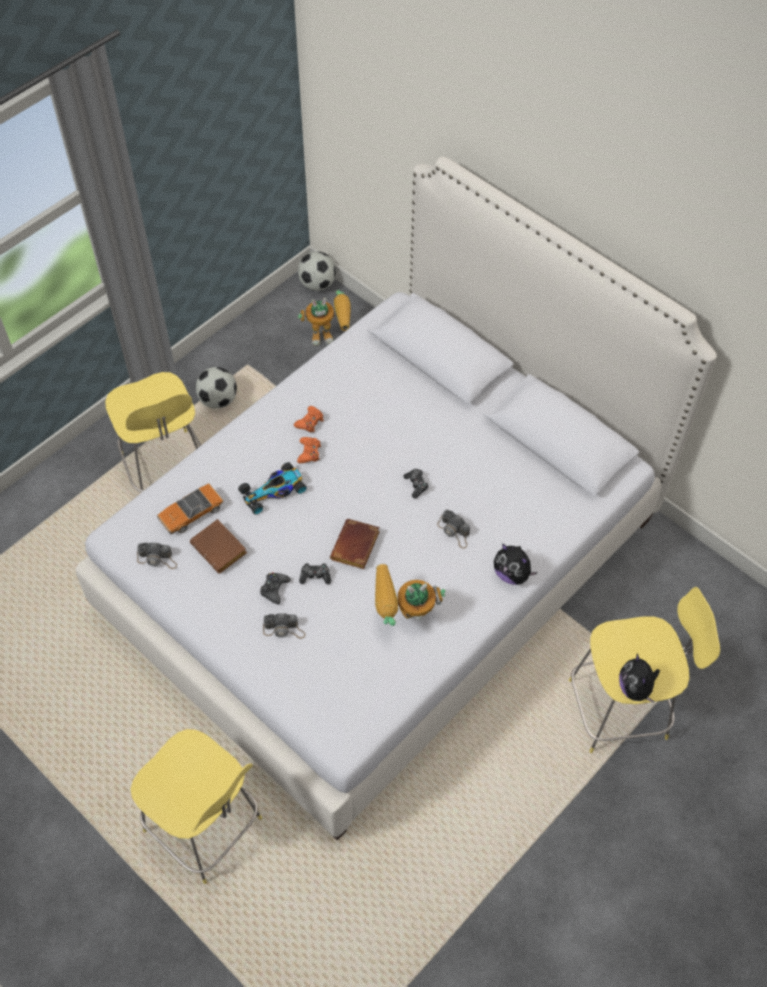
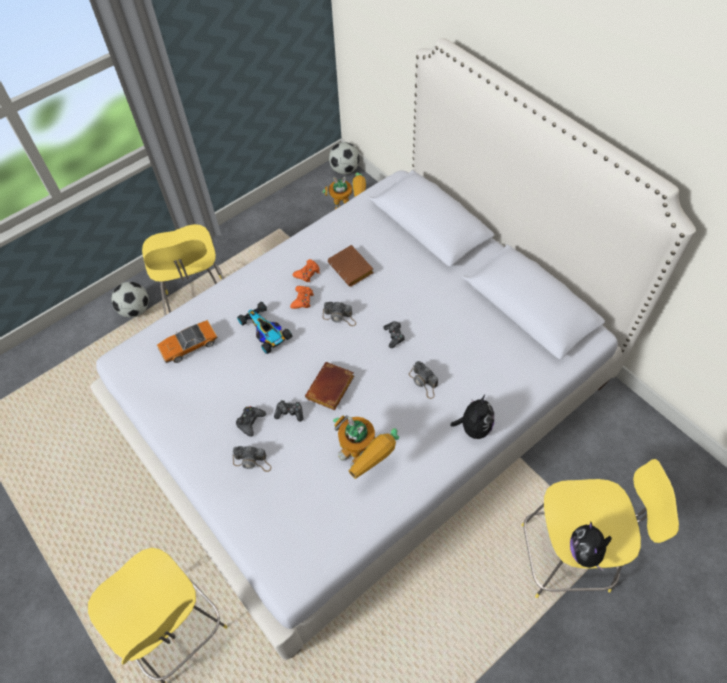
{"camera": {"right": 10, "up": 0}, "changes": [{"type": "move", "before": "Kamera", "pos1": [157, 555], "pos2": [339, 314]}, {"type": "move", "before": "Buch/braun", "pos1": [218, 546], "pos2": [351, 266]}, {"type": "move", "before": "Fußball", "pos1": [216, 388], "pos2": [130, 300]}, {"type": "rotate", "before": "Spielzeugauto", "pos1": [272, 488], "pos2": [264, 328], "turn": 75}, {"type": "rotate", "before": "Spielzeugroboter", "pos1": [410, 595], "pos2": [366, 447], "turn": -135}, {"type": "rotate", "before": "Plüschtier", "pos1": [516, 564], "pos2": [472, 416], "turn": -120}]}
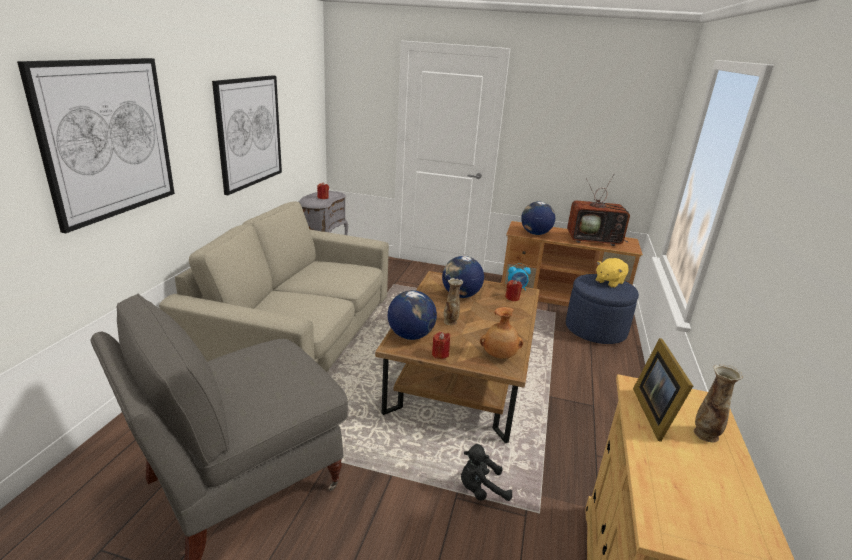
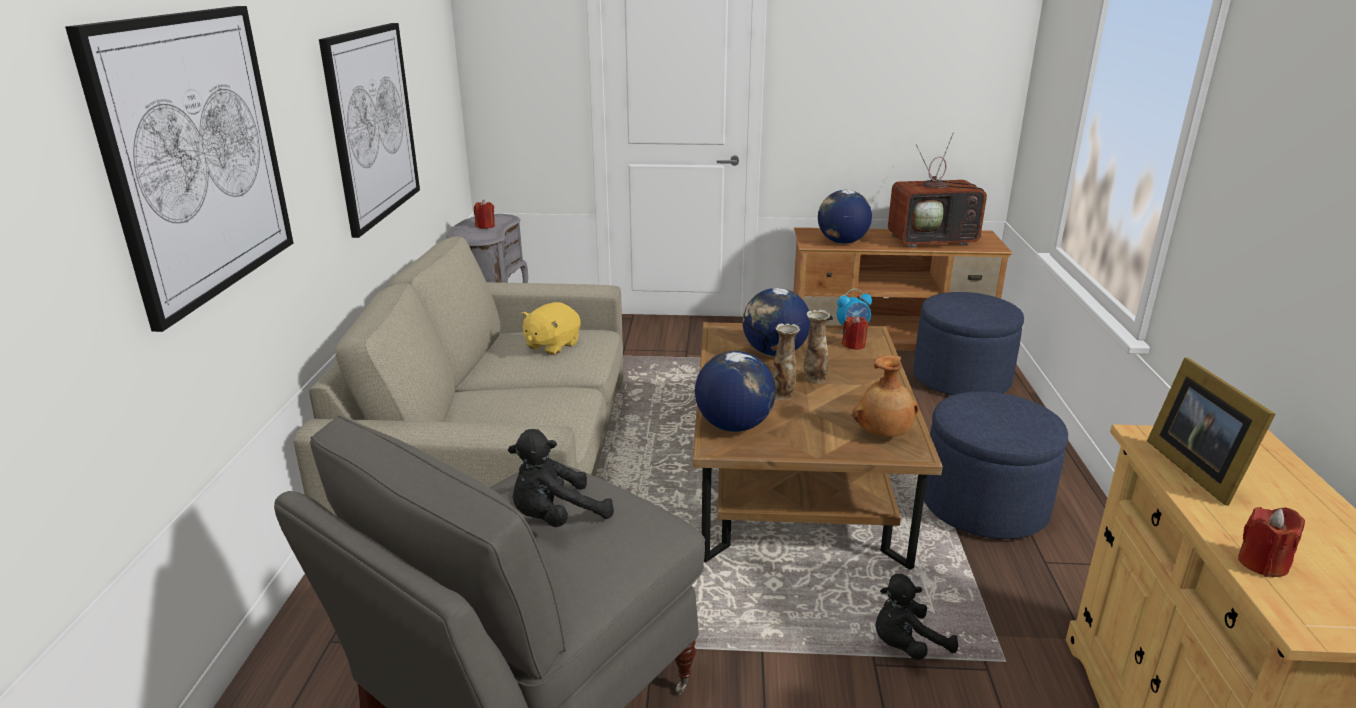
{"camera": {"right": -10, "up": 0}, "changes": [{"type": "insert", "after": "Plüschtier/schwarz", "pos2": [561, 478]}, {"type": "insert", "after": "Polsterhocker/blau", "pos2": [996, 465]}, {"type": "move", "before": "Kerze/rot", "pos1": [441, 345], "pos2": [1271, 542]}, {"type": "move", "before": "Plüschtier/gelb", "pos1": [611, 273], "pos2": [550, 328]}, {"type": "move", "before": "Vase", "pos1": [718, 403], "pos2": [817, 347]}]}
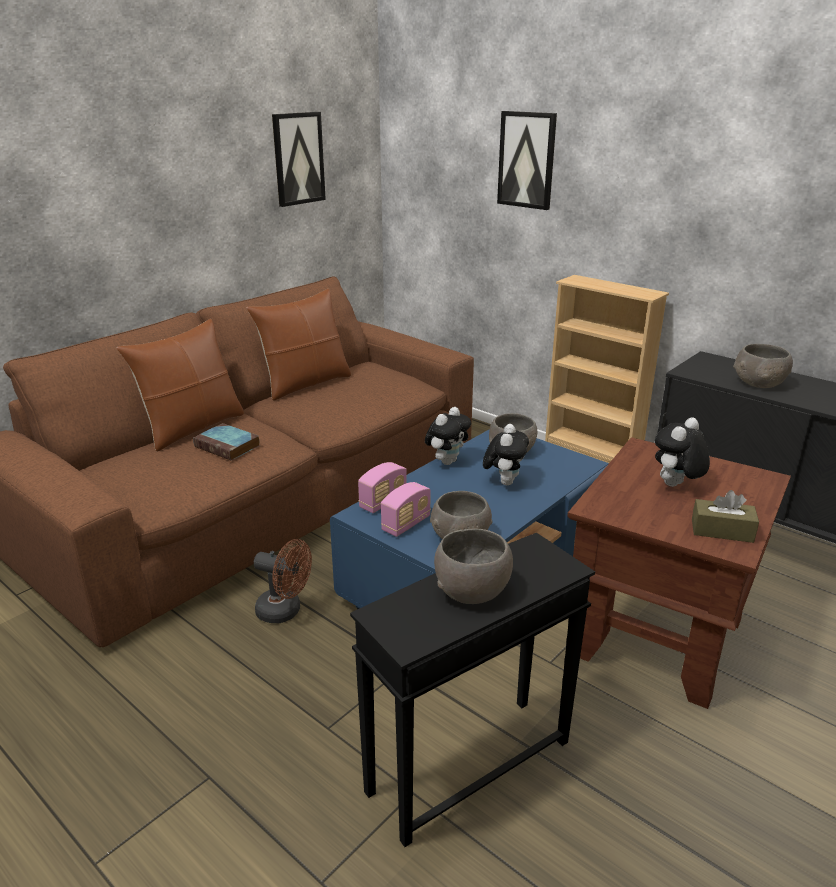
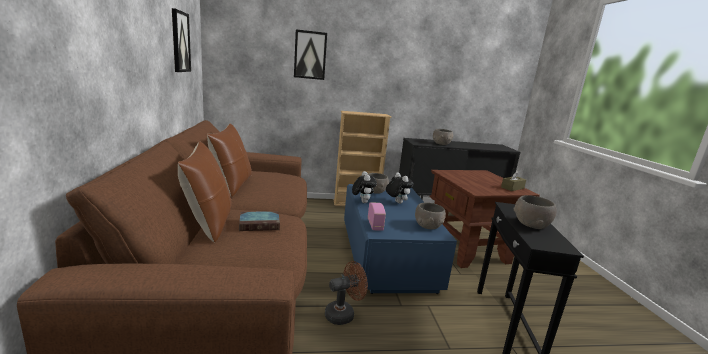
{"camera": {"right": -50, "up": -10}, "changes": [{"type": "delete", "before": "Radio", "pos1": [406, 509]}, {"type": "delete", "before": "Plüschtier", "pos1": [682, 452]}]}
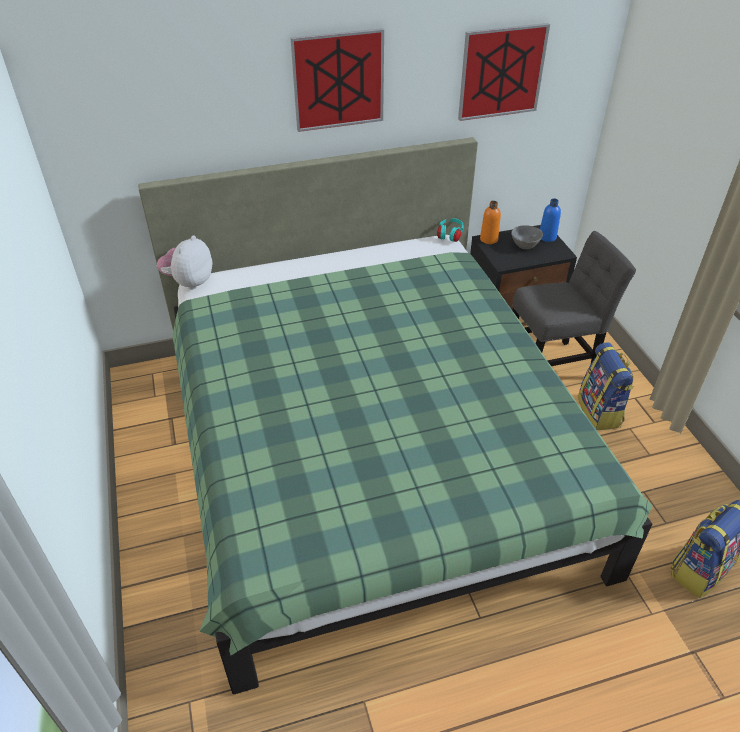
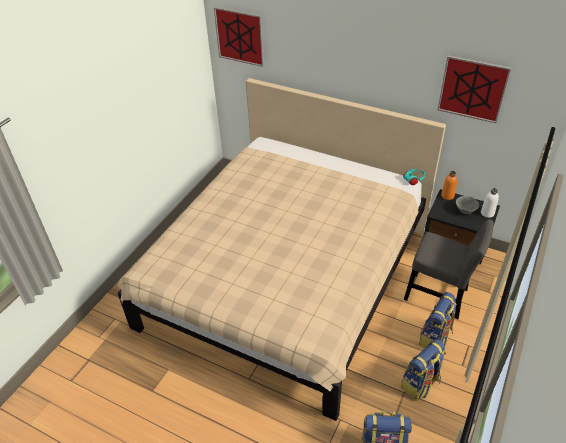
{"camera": {"right": 45, "up": 0}, "changes": [{"type": "delete", "before": "Plüschtier", "pos1": [184, 262]}, {"type": "insert", "after": "Rucksack", "pos2": [423, 370]}, {"type": "move", "before": "Bild", "pos1": [337, 80], "pos2": [239, 37]}, {"type": "recolor", "before": "Bett/grün", "after": "Bett/beige", "pos1": [395, 415], "pos2": [281, 249]}, {"type": "recolor", "before": "Flasche/blau", "after": "Flasche/weiß", "pos1": [550, 220], "pos2": [490, 203]}]}
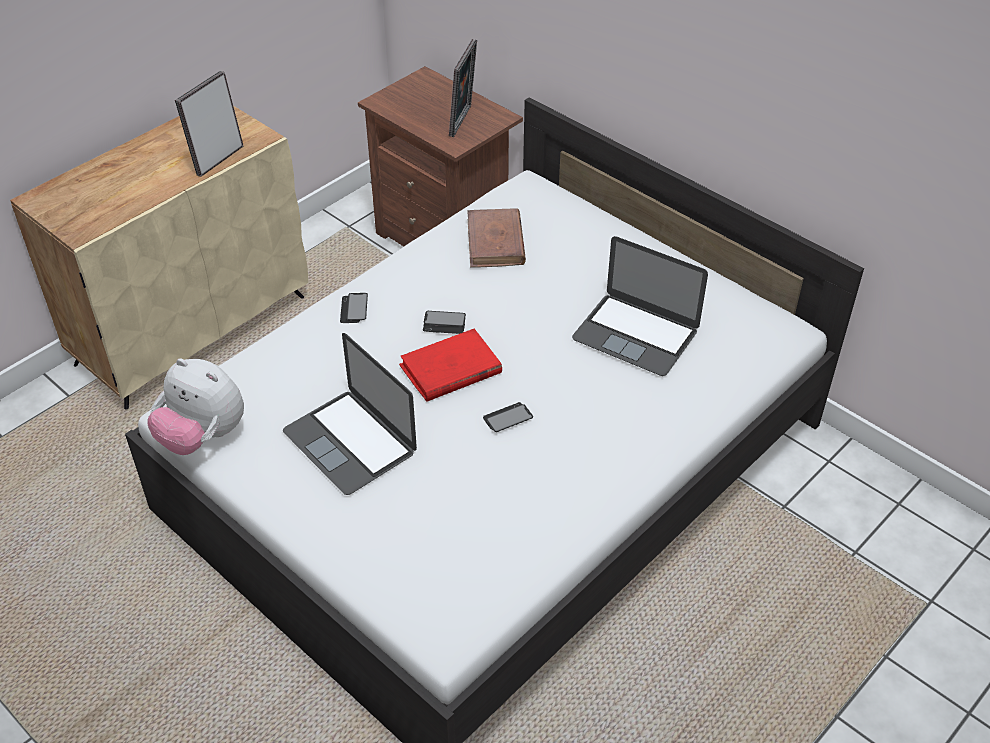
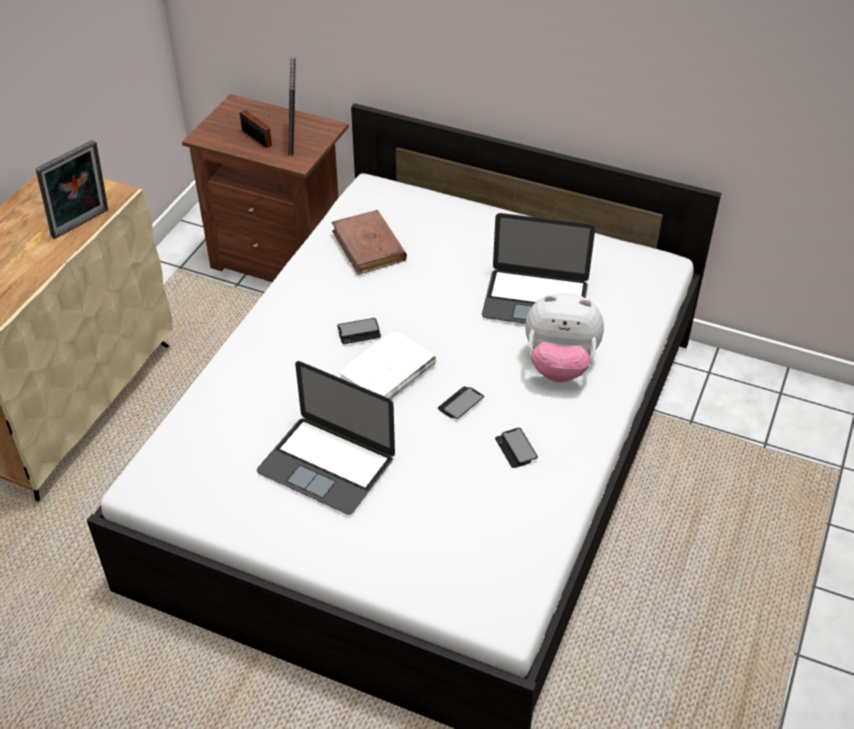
{"camera": {"right": -20, "up": 0}, "changes": [{"type": "insert", "after": "Radio", "pos2": [256, 129]}, {"type": "move", "before": "Plüschtier", "pos1": [195, 406], "pos2": [564, 337]}, {"type": "move", "before": "Handy", "pos1": [354, 308], "pos2": [516, 448]}, {"type": "recolor", "before": "Buch/rot", "after": "Buch/weiß", "pos1": [450, 365], "pos2": [387, 364]}, {"type": "rotate", "before": "Bilderrahmen", "pos1": [209, 124], "pos2": [72, 189], "turn": -150}]}
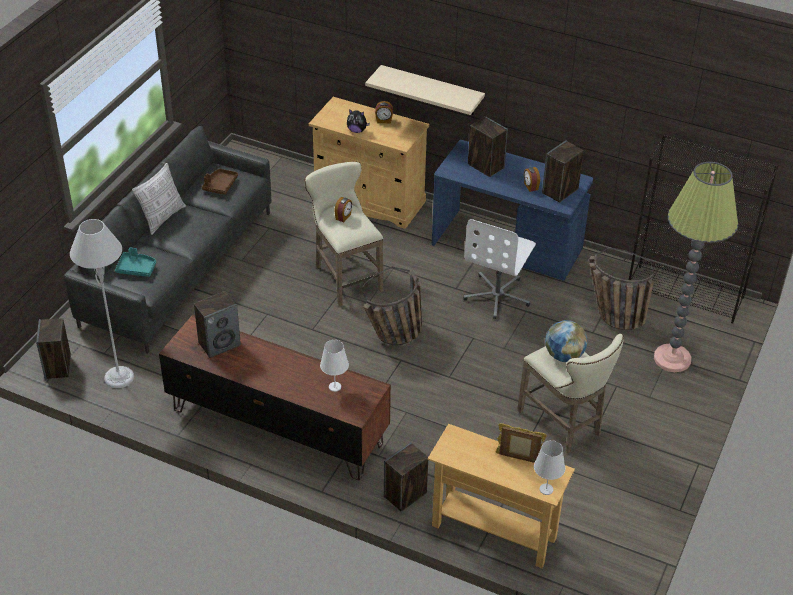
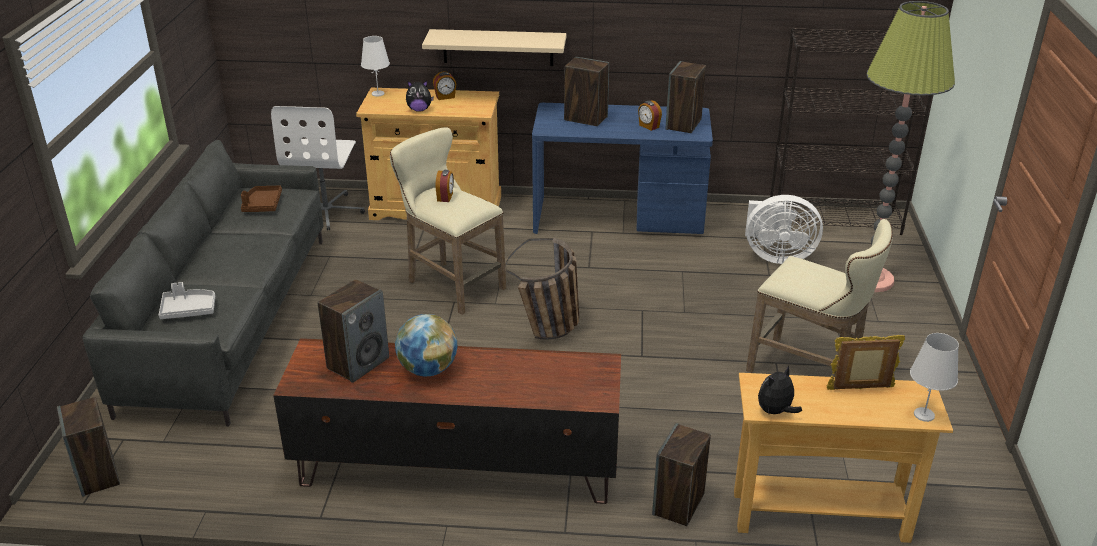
{"camera": {"right": -20, "up": -10}, "changes": [{"type": "delete", "before": "Stehlampe/grau", "pos1": [102, 303]}, {"type": "delete", "before": "Kissen", "pos1": [159, 199]}, {"type": "insert", "after": "Plüschtier", "pos2": [780, 390]}, {"type": "move", "before": "Tischlampe/weiß", "pos1": [334, 366], "pos2": [375, 66]}, {"type": "move", "before": "Bürostuhl/weiß", "pos1": [499, 269], "pos2": [318, 168]}, {"type": "move", "before": "Globus", "pos1": [566, 341], "pos2": [426, 345]}, {"type": "replace", "before": "Korb", "after": "Ventilator/weiß", "pos1": [621, 289], "pos2": [784, 229]}, {"type": "recolor", "before": "Tablett/türkis", "after": "Tablett/grau", "pos1": [135, 262], "pos2": [187, 300]}]}
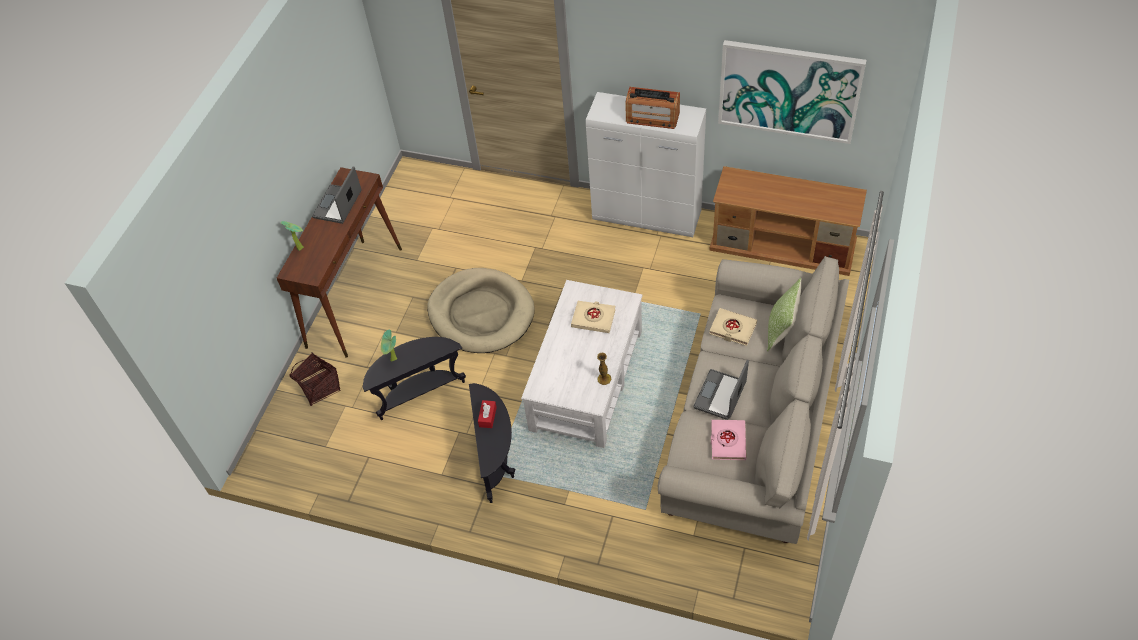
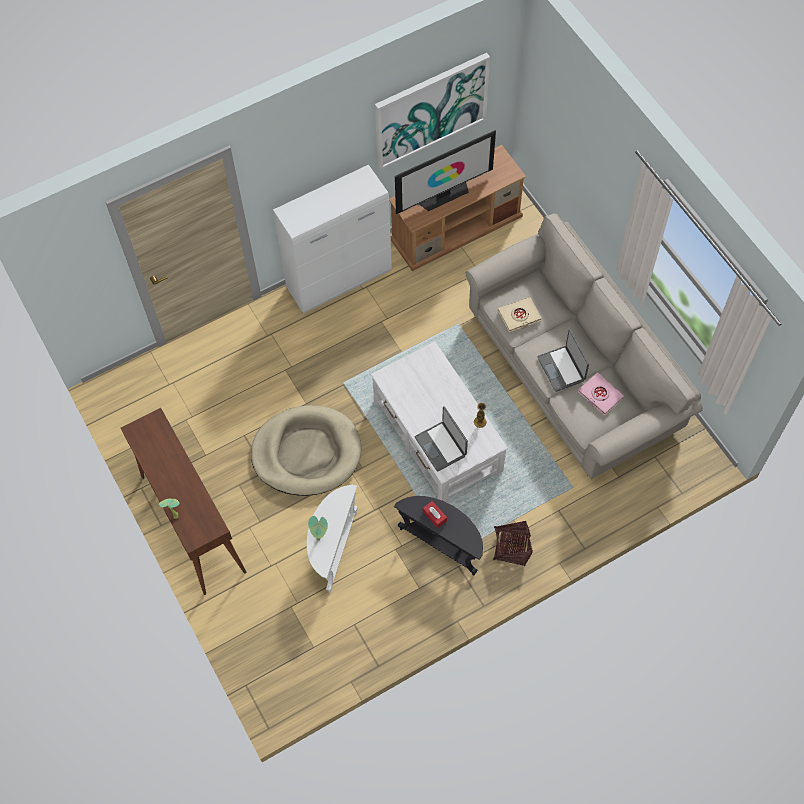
{"camera": {"right": -50, "up": 10}, "changes": [{"type": "delete", "before": "Buch/beige", "pos1": [593, 317]}, {"type": "delete", "before": "Radio", "pos1": [653, 108]}, {"type": "delete", "before": "Kissen", "pos1": [784, 315]}, {"type": "insert", "after": "Fernseher", "pos2": [445, 172]}, {"type": "move", "before": "Korb", "pos1": [315, 379], "pos2": [513, 543]}, {"type": "move", "before": "Laptop", "pos1": [337, 195], "pos2": [441, 439]}, {"type": "recolor", "before": "Beistelltisch/schwarz", "after": "Beistelltisch/weiß", "pos1": [414, 378], "pos2": [332, 538]}]}
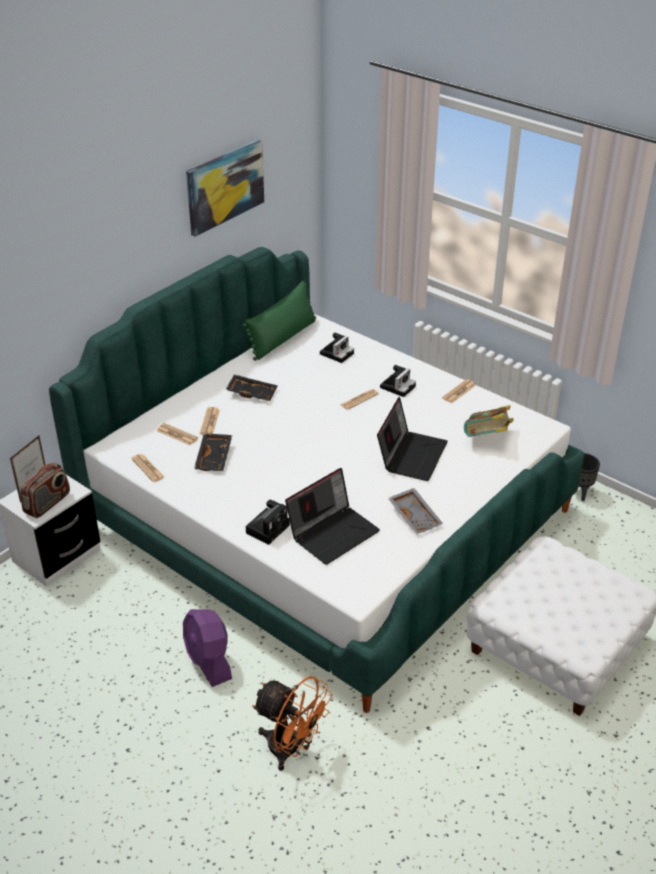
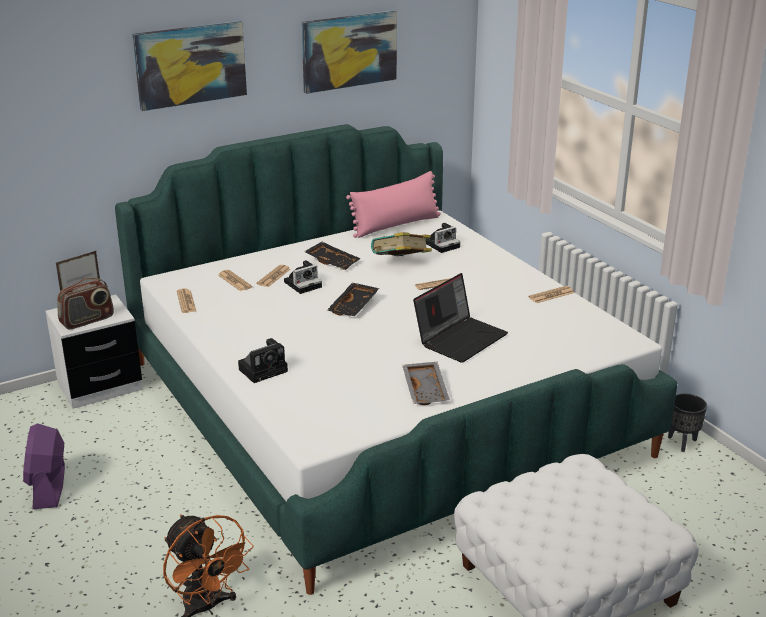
{"camera": {"right": 20, "up": -10}, "changes": [{"type": "delete", "before": "Laptop", "pos1": [332, 516]}, {"type": "insert", "after": "Bild", "pos2": [189, 66]}, {"type": "move", "before": "Ventilator/lila", "pos1": [207, 648], "pos2": [44, 466]}, {"type": "move", "before": "Tablett/schwarz", "pos1": [213, 452], "pos2": [353, 299]}, {"type": "move", "before": "Kamera", "pos1": [398, 381], "pos2": [303, 277]}, {"type": "move", "before": "Buch", "pos1": [489, 421], "pos2": [401, 244]}, {"type": "recolor", "before": "Kissen/grün", "after": "Kissen/rosa", "pos1": [279, 321], "pos2": [393, 204]}]}
